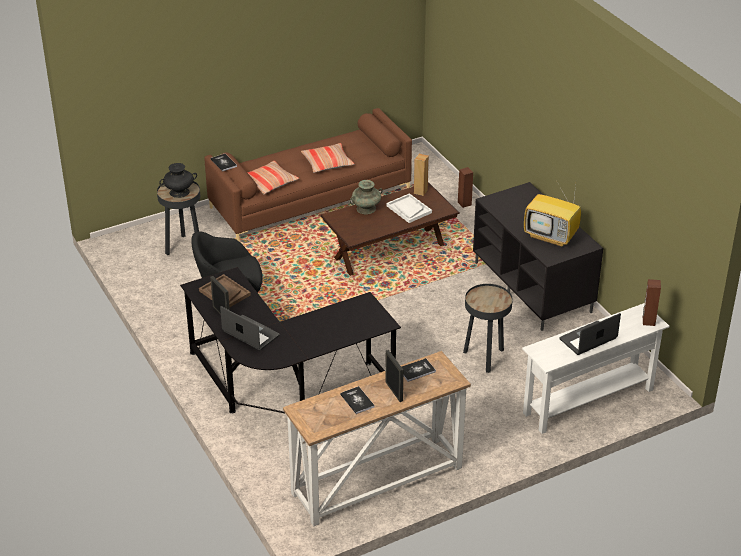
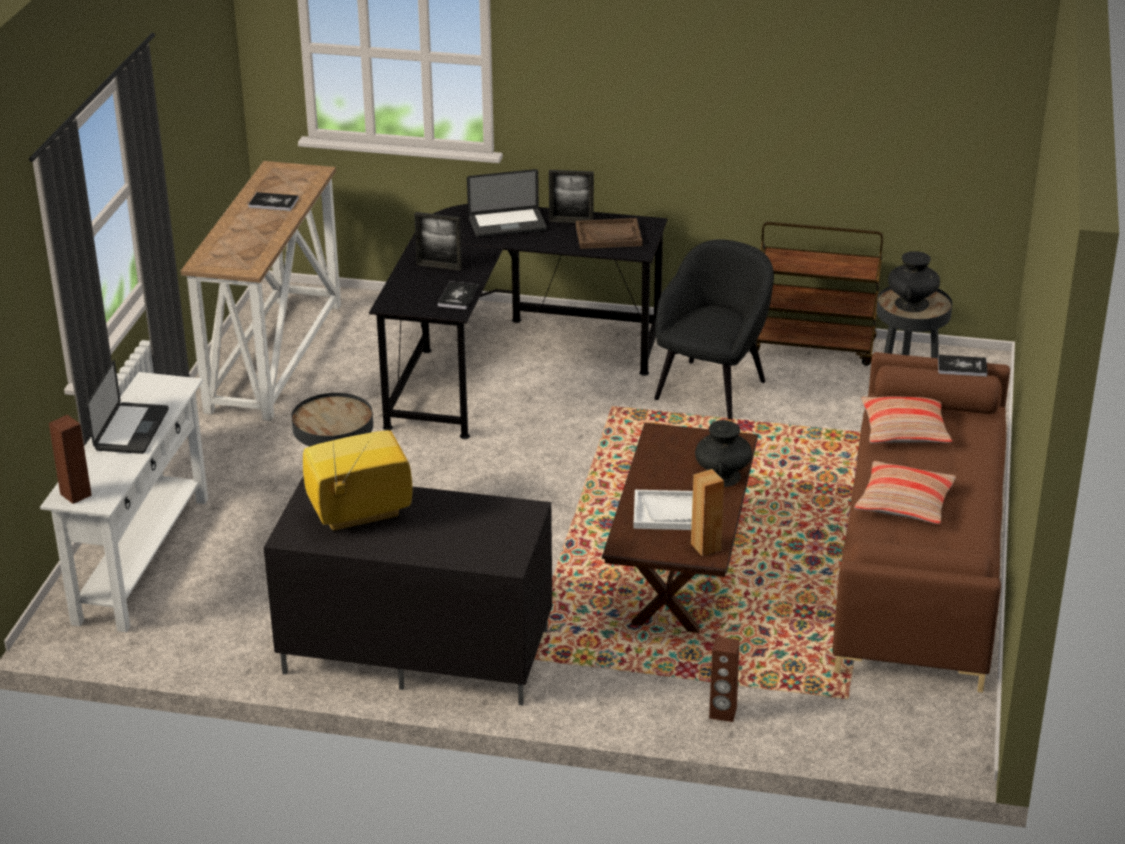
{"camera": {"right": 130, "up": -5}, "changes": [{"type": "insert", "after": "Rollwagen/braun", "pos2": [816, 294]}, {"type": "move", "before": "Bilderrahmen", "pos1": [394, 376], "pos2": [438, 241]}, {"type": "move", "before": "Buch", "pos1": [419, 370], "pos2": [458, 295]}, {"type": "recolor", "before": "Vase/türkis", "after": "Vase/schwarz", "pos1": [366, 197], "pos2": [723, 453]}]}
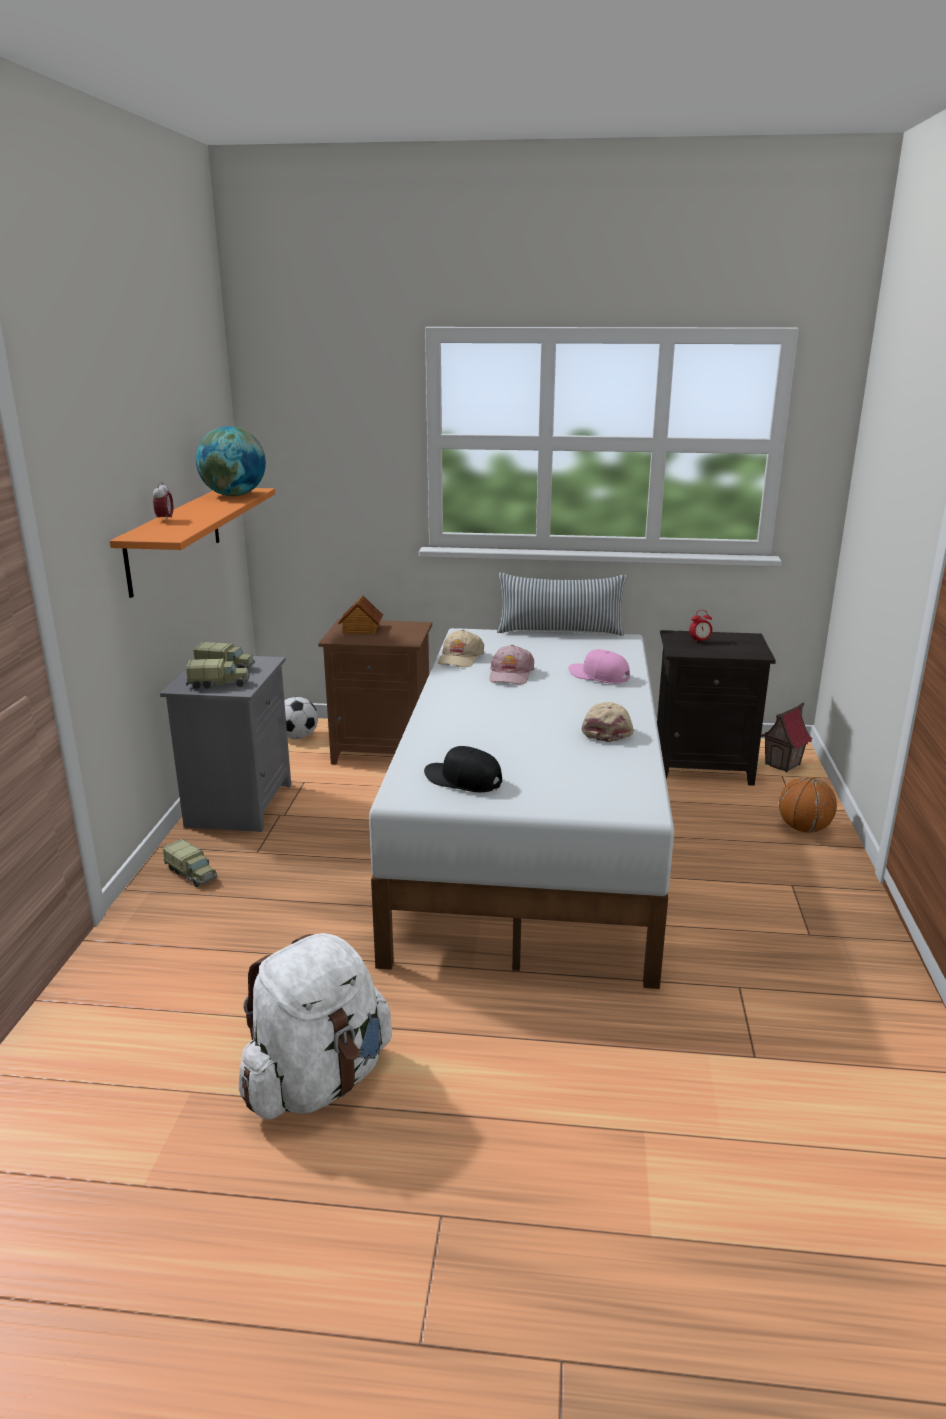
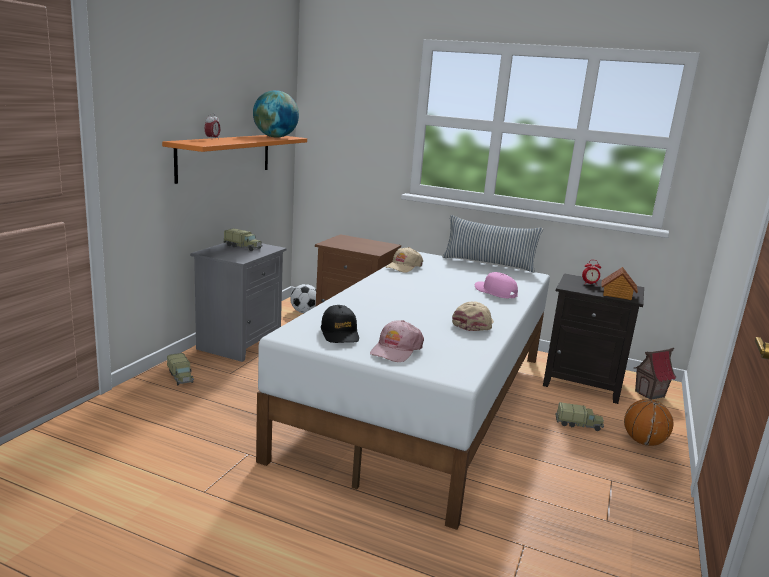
{"camera": {"right": 15, "up": -5}, "changes": [{"type": "delete", "before": "Rucksack/weiß", "pos1": [315, 1026]}, {"type": "move", "before": "Spielzeuglaster", "pos1": [218, 673], "pos2": [579, 416]}, {"type": "move", "before": "Spielzeughaus", "pos1": [360, 614], "pos2": [619, 283]}, {"type": "move", "before": "Kappe/rosa", "pos1": [511, 664], "pos2": [397, 341]}, {"type": "rotate", "before": "Kappe/schwarz", "pos1": [463, 769], "pos2": [340, 324], "turn": -150}]}
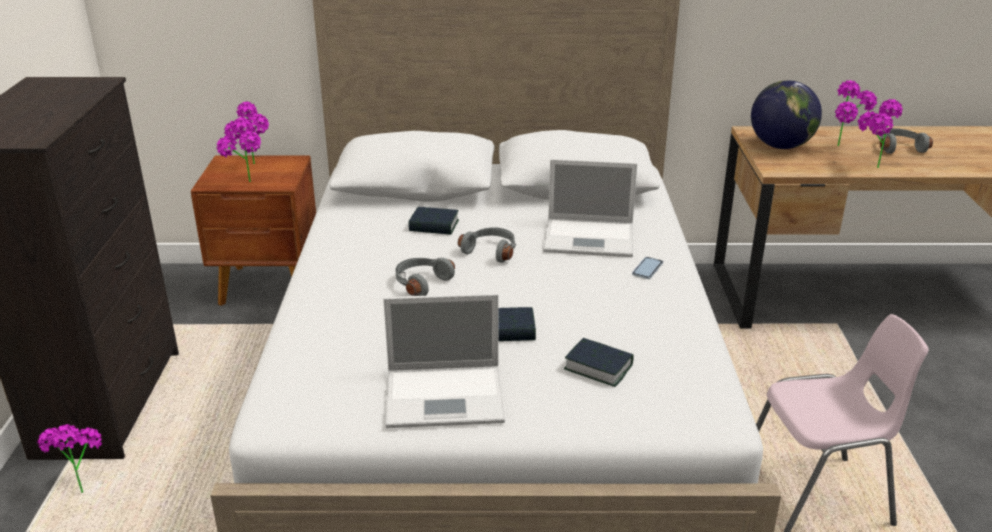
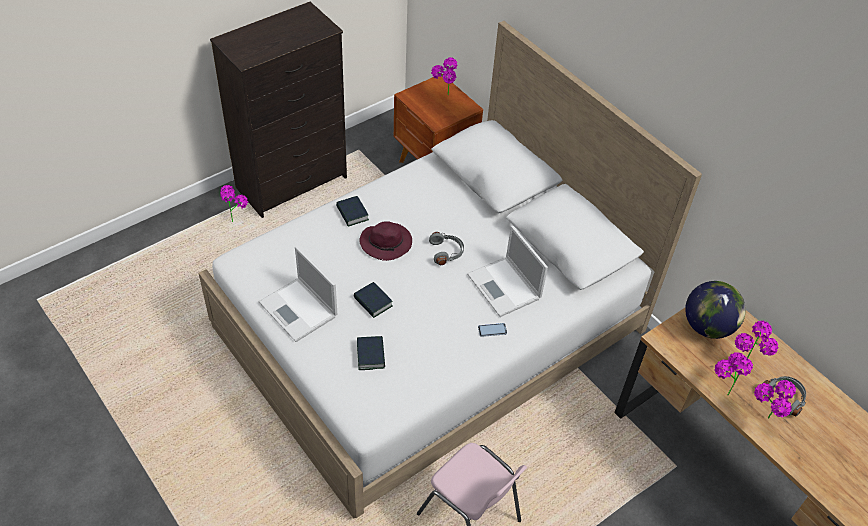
{"camera": {"right": 50, "up": 20}, "changes": [{"type": "move", "before": "Topfpflanze", "pos1": [238, 149], "pos2": [775, 399]}, {"type": "move", "before": "Buch", "pos1": [433, 221], "pos2": [352, 211]}, {"type": "replace", "before": "Kopfhörer/grau", "after": "Hut/lila", "pos1": [425, 277], "pos2": [385, 241]}]}
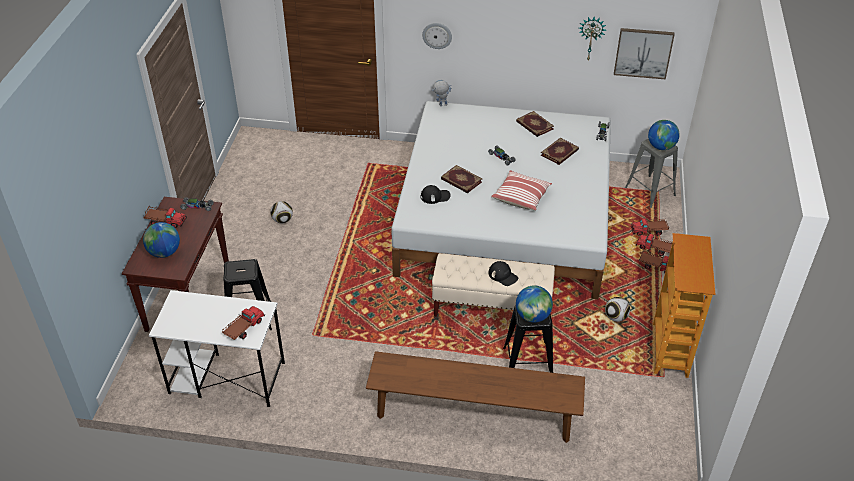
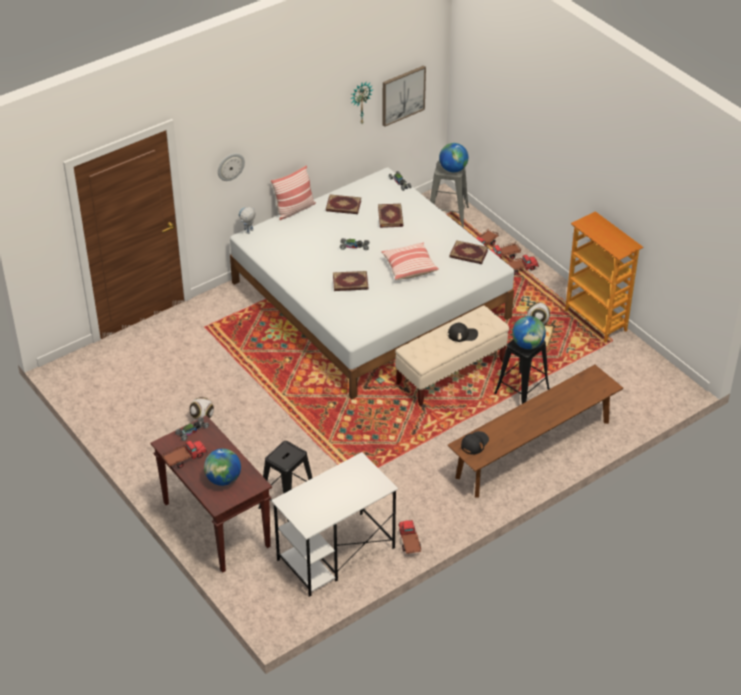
{"camera": {"right": -45, "up": 0}, "changes": [{"type": "insert", "after": "Kissen", "pos2": [293, 192]}, {"type": "insert", "after": "Buch", "pos2": [468, 252]}, {"type": "move", "before": "Spielzeuglaster", "pos1": [243, 323], "pos2": [409, 537]}, {"type": "move", "before": "Kappe/schwarz", "pos1": [435, 194], "pos2": [475, 443]}]}
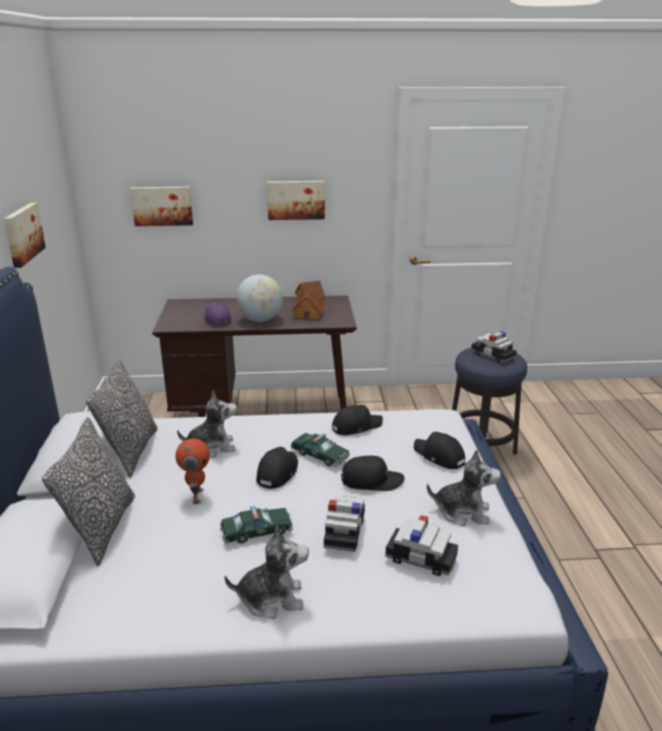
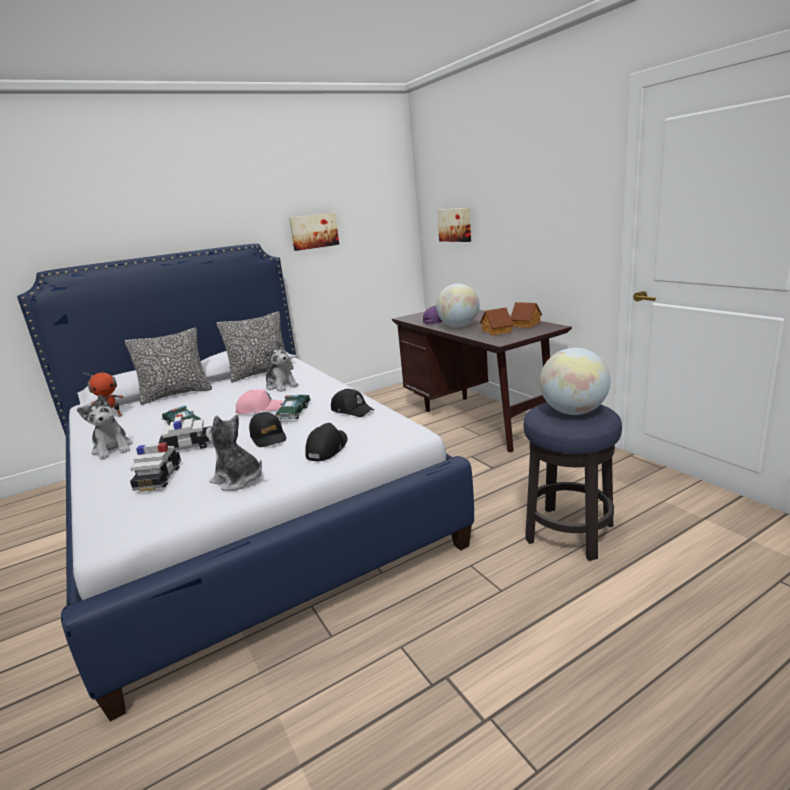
{"camera": {"right": 65, "up": -5}, "changes": [{"type": "delete", "before": "Bild", "pos1": [296, 200]}, {"type": "move", "before": "Spielzeugroboter", "pos1": [192, 471], "pos2": [104, 394]}, {"type": "replace", "before": "Spielzeugauto", "after": "Globus", "pos1": [494, 347], "pos2": [575, 381]}, {"type": "recolor", "before": "Kappe/schwarz", "after": "Kappe/rosa", "pos1": [277, 468], "pos2": [259, 401]}, {"type": "rotate", "before": "Plüschtier", "pos1": [464, 488], "pos2": [234, 452], "turn": 135}]}
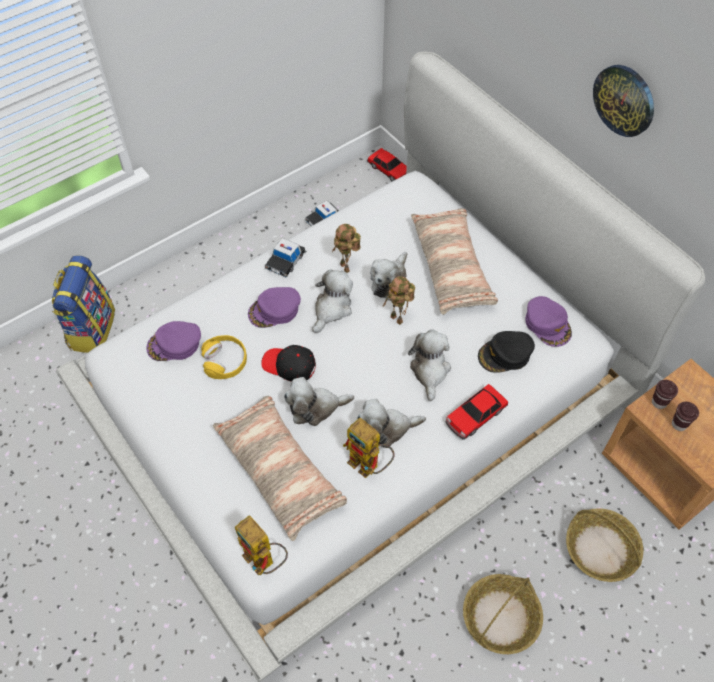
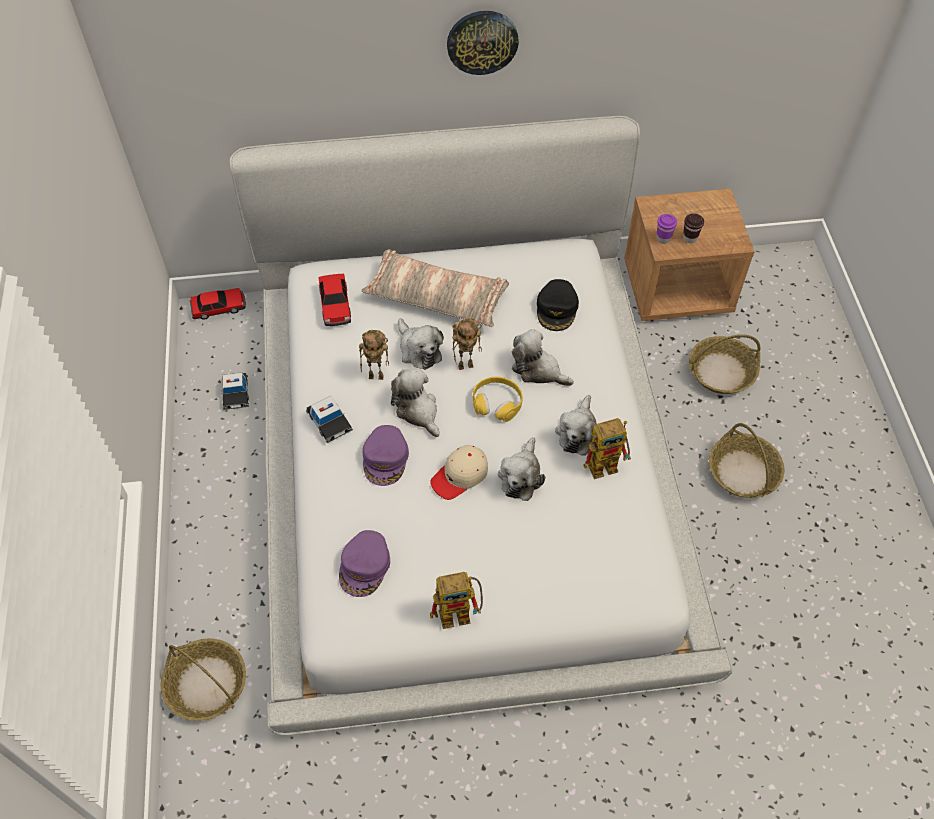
{"camera": {"right": -60, "up": 0}, "changes": [{"type": "delete", "before": "Kissen", "pos1": [280, 468]}, {"type": "delete", "before": "Kappe/lila", "pos1": [548, 321]}, {"type": "move", "before": "Kopfhörer/gelb", "pos1": [224, 357], "pos2": [498, 399]}, {"type": "move", "before": "Spielzeugroboter", "pos1": [261, 545], "pos2": [456, 600]}, {"type": "move", "before": "Spielzeugauto", "pos1": [477, 412], "pos2": [334, 300]}, {"type": "replace", "before": "Rucksack", "after": "Korb", "pos1": [83, 304], "pos2": [203, 679]}, {"type": "recolor", "before": "Kappe/schwarz", "after": "Kappe/beige", "pos1": [288, 363], "pos2": [459, 472]}, {"type": "recolor", "before": "Tasse/braun", "after": "Tasse/lila", "pos1": [665, 394], "pos2": [667, 229]}]}
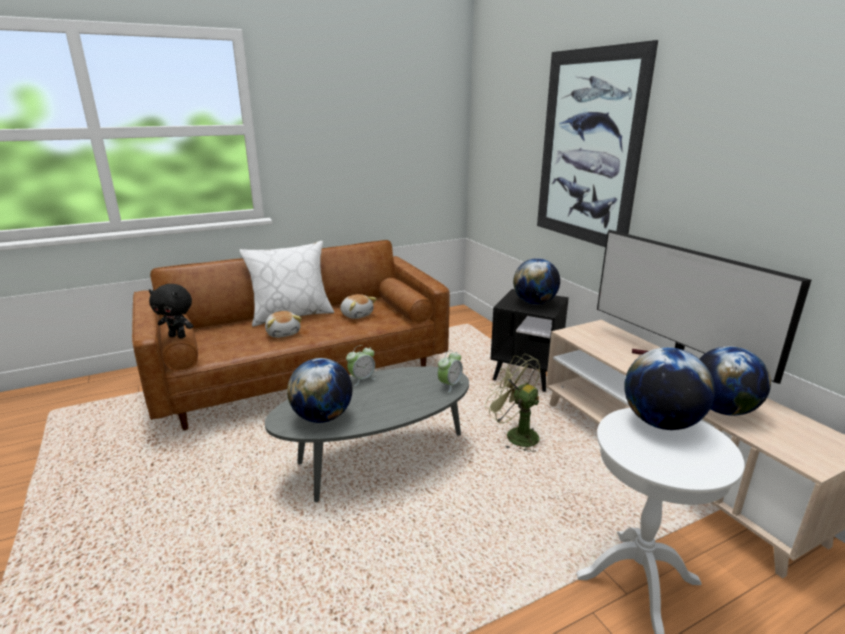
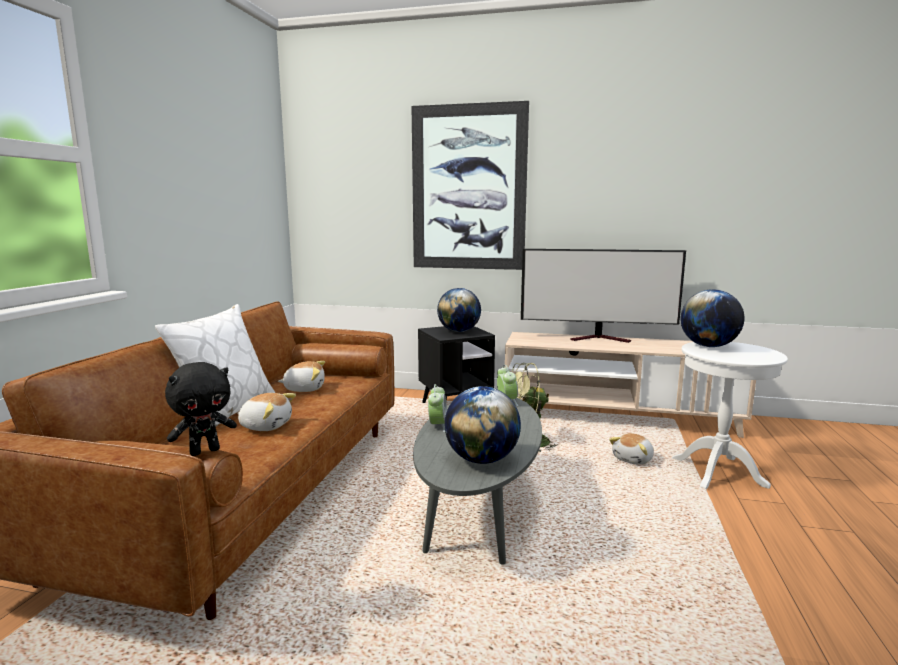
{"camera": {"right": -50, "up": -10}, "changes": [{"type": "delete", "before": "Globus", "pos1": [735, 381]}, {"type": "insert", "after": "Plüschtier", "pos2": [631, 449]}]}
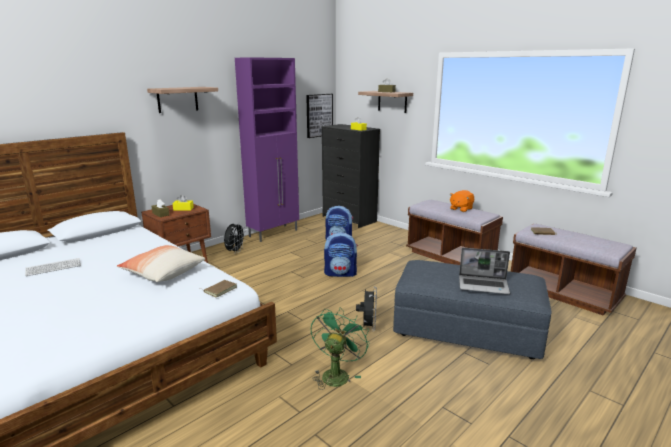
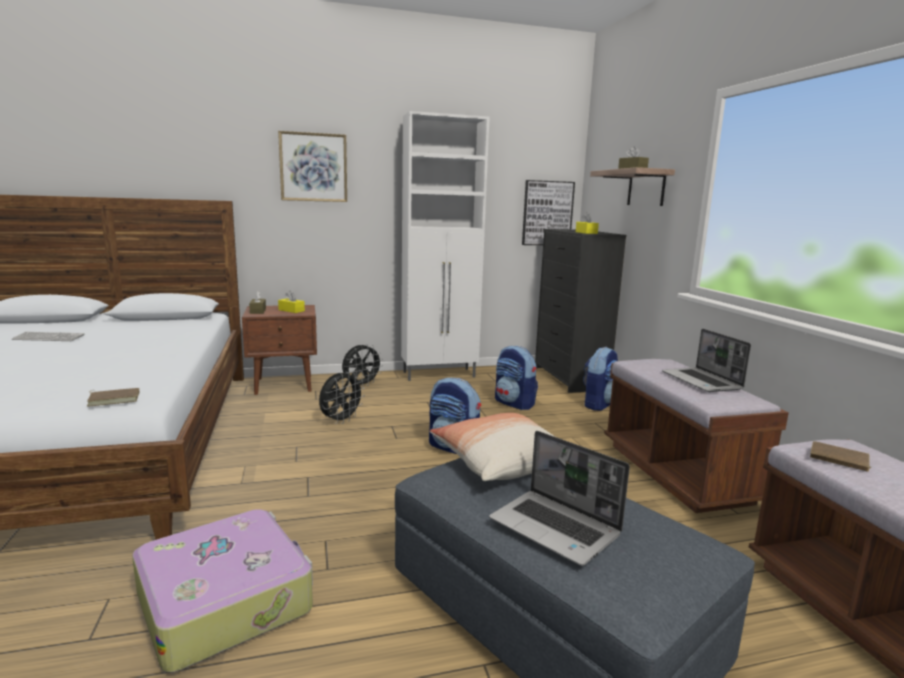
{"camera": {"right": 30, "up": -5}, "changes": [{"type": "insert", "after": "Rucksack", "pos2": [600, 379]}, {"type": "move", "before": "Kissen", "pos1": [161, 263], "pos2": [492, 447]}, {"type": "move", "before": "Ventilator/schwarz", "pos1": [366, 309], "pos2": [342, 398]}, {"type": "replace", "before": "Wandregal", "after": "Bild", "pos1": [182, 100], "pos2": [312, 166]}, {"type": "replace", "before": "Ventilator/grün", "after": "Koffer", "pos1": [340, 348], "pos2": [222, 591]}, {"type": "replace", "before": "Plüschtier/orange", "after": "Laptop", "pos1": [462, 201], "pos2": [706, 360]}, {"type": "recolor", "before": "Schrank/lila", "after": "Schrank/weiß", "pos1": [267, 149], "pos2": [445, 246]}]}
